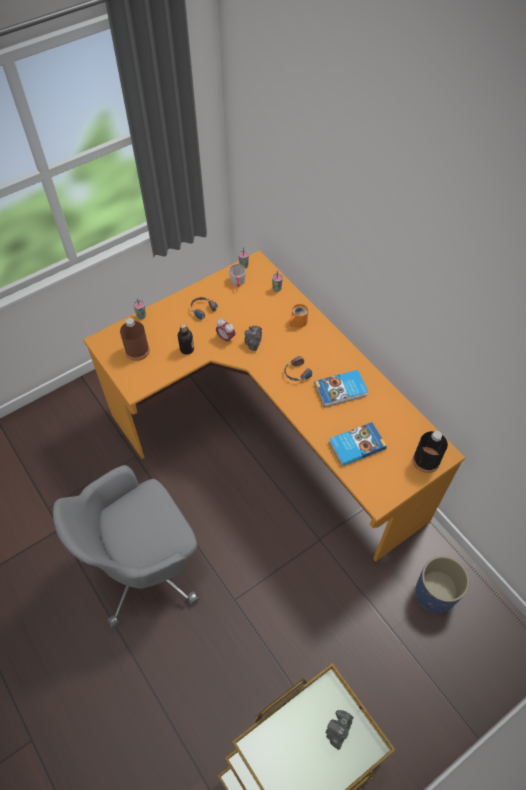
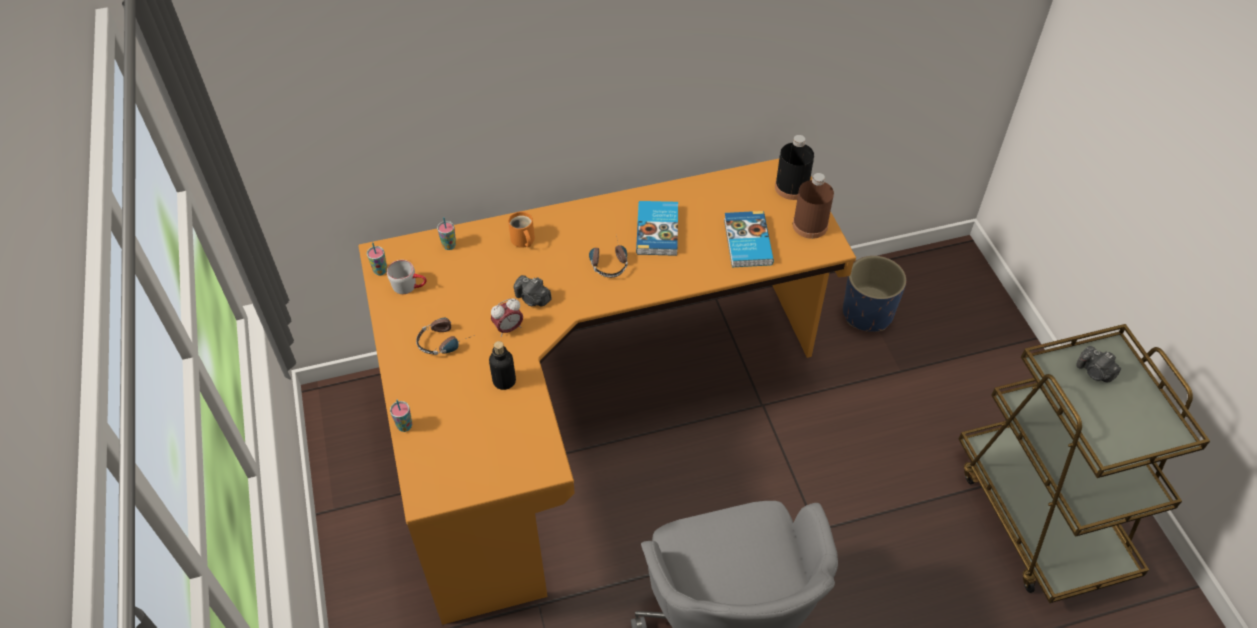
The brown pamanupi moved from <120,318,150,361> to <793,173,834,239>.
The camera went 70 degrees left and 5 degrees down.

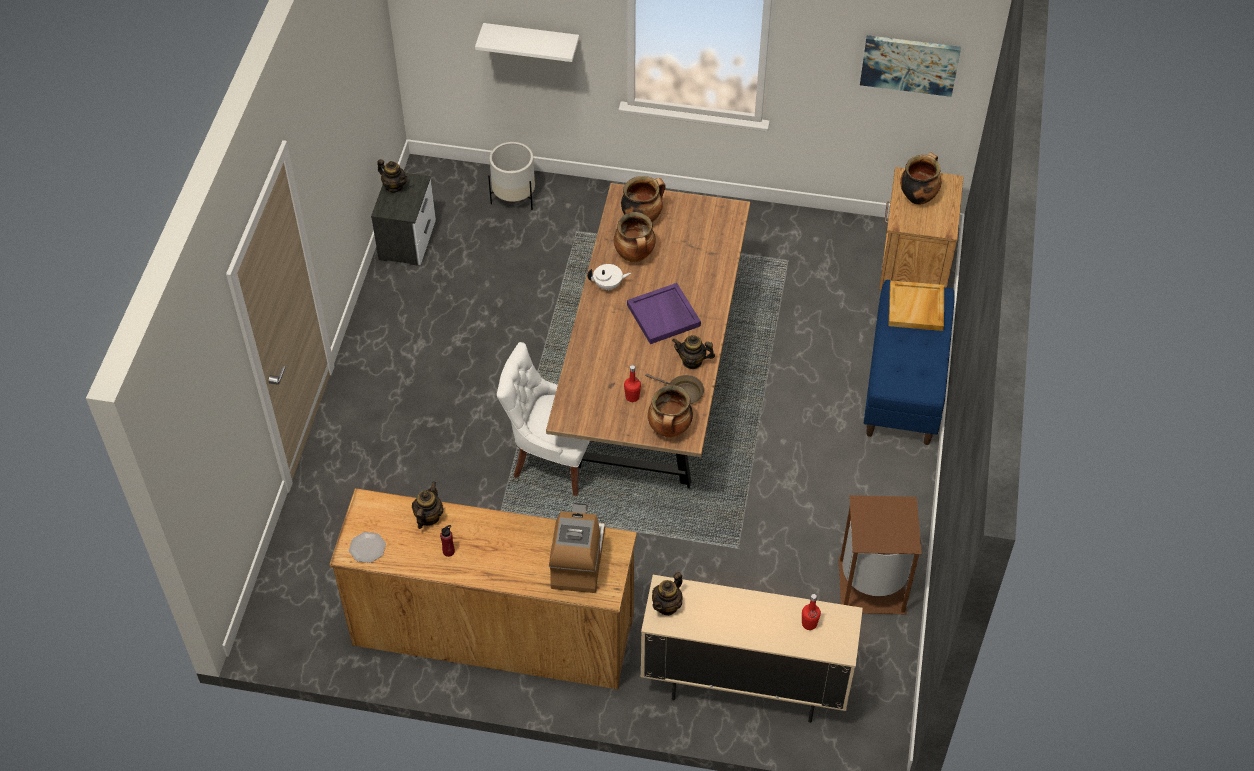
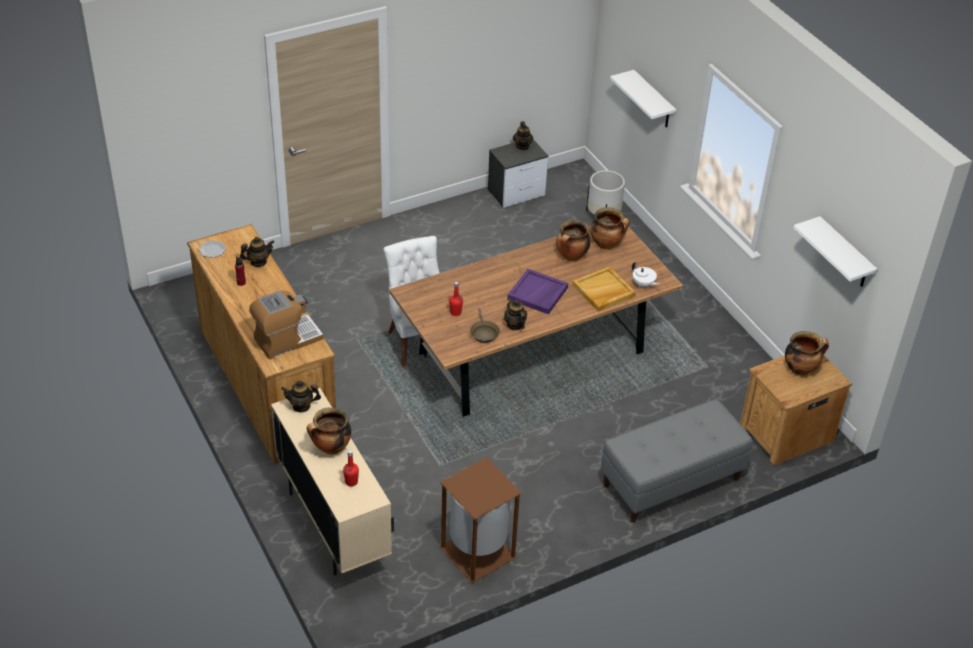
The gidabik moved from <648,385,693,437> to <307,408,351,455>.
The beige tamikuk moved from <889,280,944,331> to <572,266,636,312>.
The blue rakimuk at <864,280,954,445> became the grey rakimuk at <601,399,752,523>.
The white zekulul moved from <587,264,631,291> to <632,262,659,287>.
The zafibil at <860,35,961,97> was replaced by the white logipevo at <793,216,877,287>.
The camera went 50 degrees right and 10 degrees down.

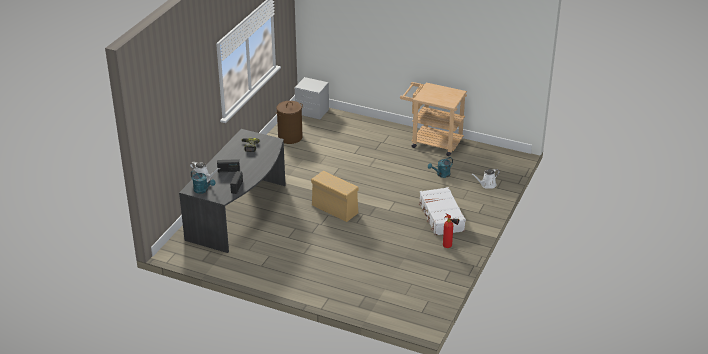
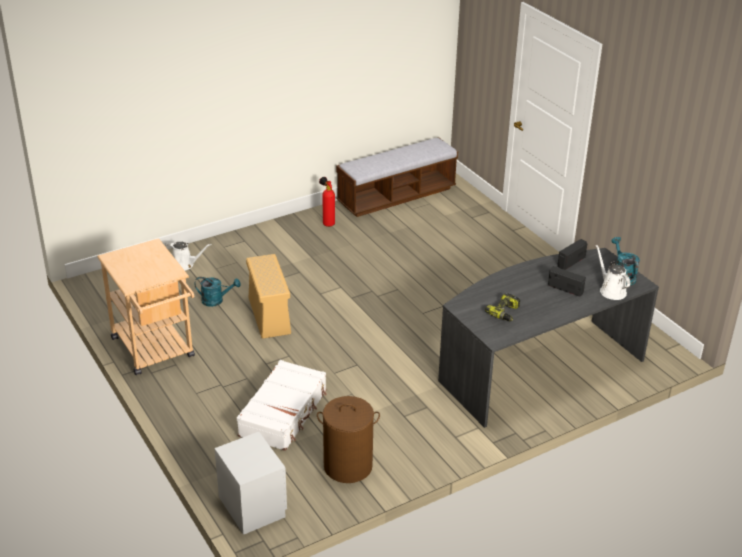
The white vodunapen moved from <419,187,466,236> to <237,360,327,451>.
The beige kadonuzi moved from <311,171,359,222> to <246,254,291,339>.
The rakimuk at <336,137,458,217> appeared.
The camera went 145 degrees left and 0 degrees up.

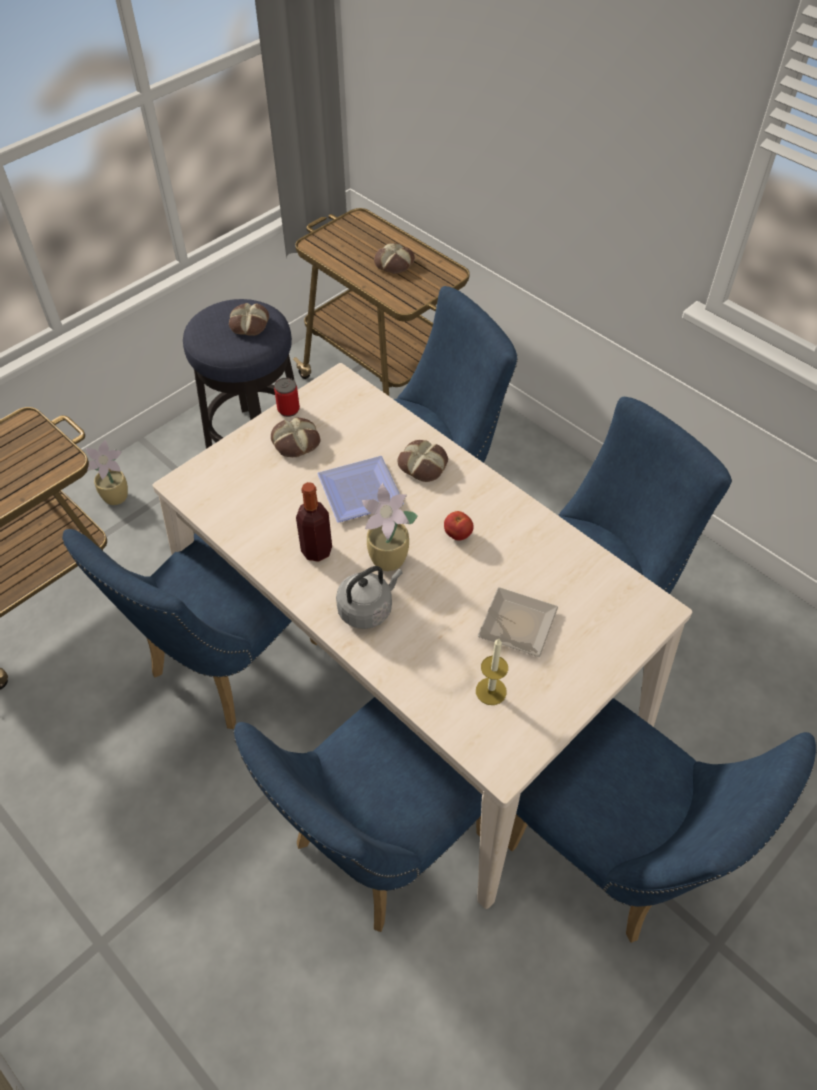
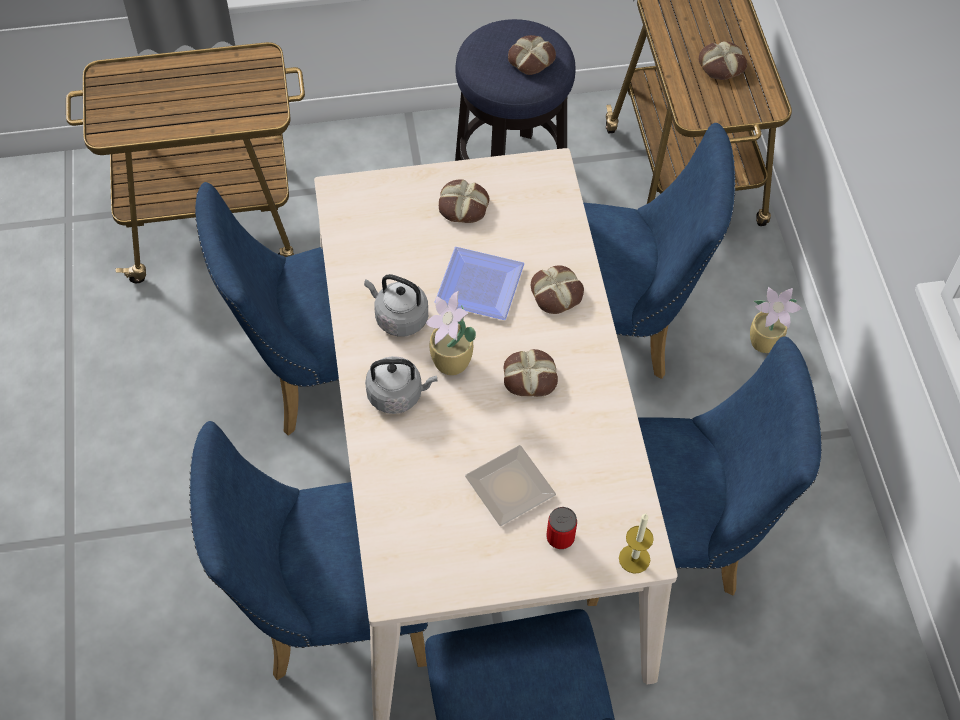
The pamanupi at <296,482,332,562> was replaced by the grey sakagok at <364,274,428,337>.
The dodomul at <444,511,474,541> was replaced by the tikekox at <504,349,558,397>.
The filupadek moved from <274,378,300,417> to <546,507,577,549>.
The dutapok moved from <476,639,508,705> to <619,514,654,574>.
The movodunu moved from <86,440,128,505> to <750,287,802,353>.
The camera went 35 degrees right and 5 degrees up.

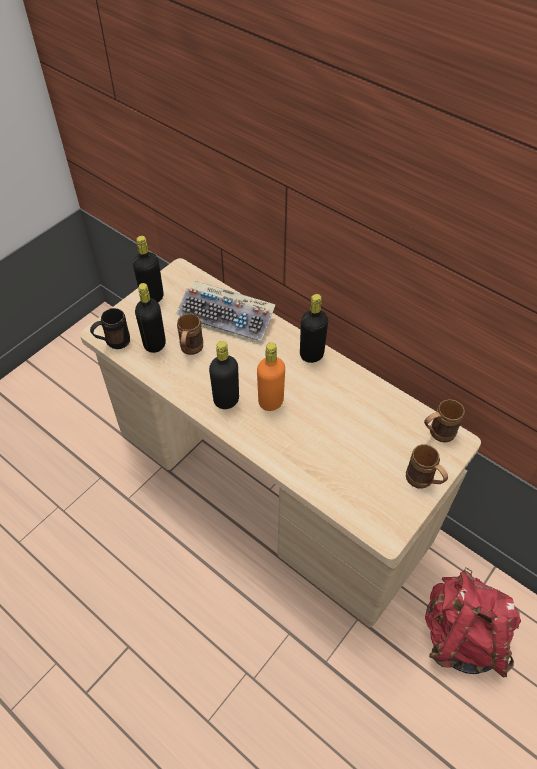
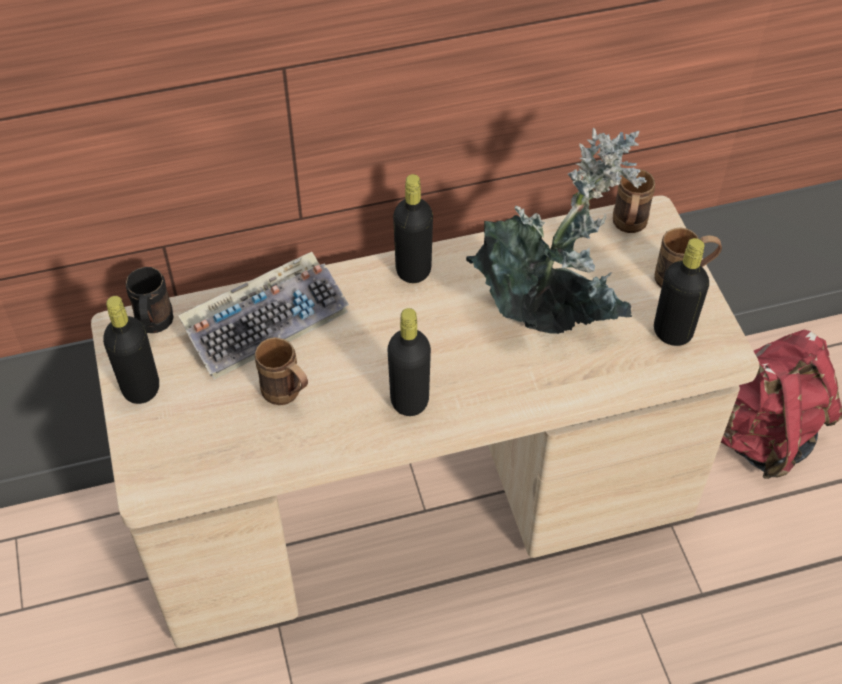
The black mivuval moved from <90,308,130,349> to <126,267,174,333>.
The movodunu at <466,128,647,334> appeared.
The black pamanupi moved from <135,283,166,353> to <654,238,709,346>.
The orange pamanupi at <257,342,285,411> disappeared.
The camera went 55 degrees left and 0 degrees up.

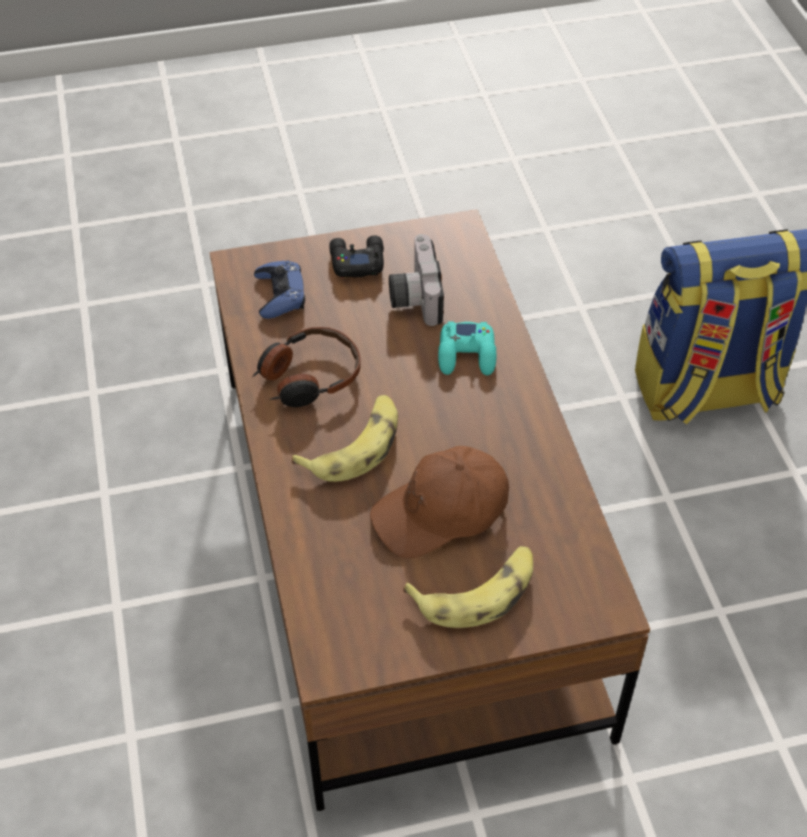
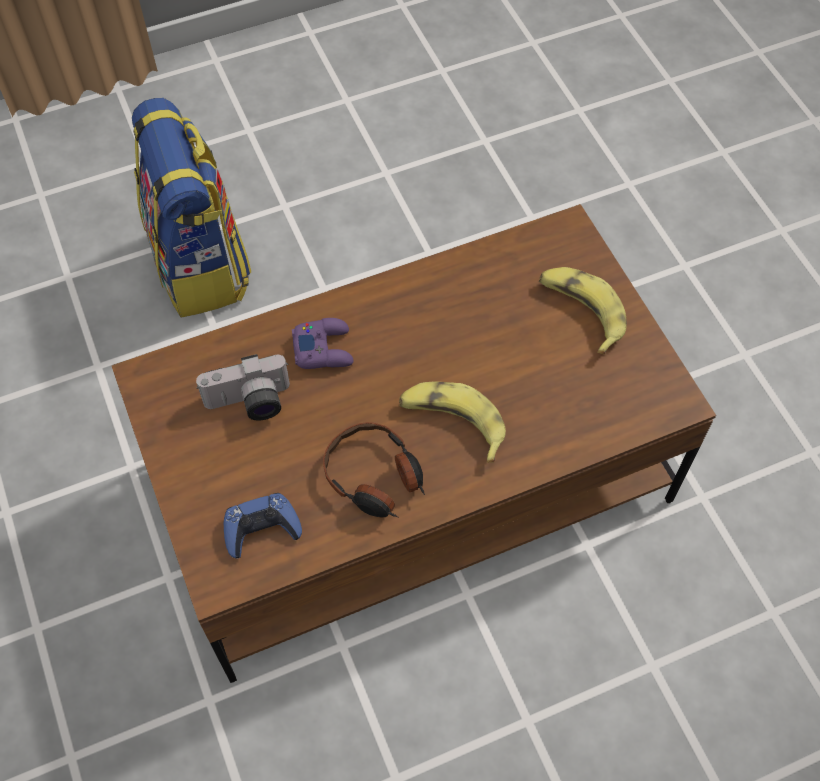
The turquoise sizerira at <438,321,496,375> became the purple sizerira at <292,318,354,369>.
The black sizerira at <329,235,384,278> disappeared.
The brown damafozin at <370,446,509,558> disappeared.
The camera went 100 degrees left and 10 degrees up.

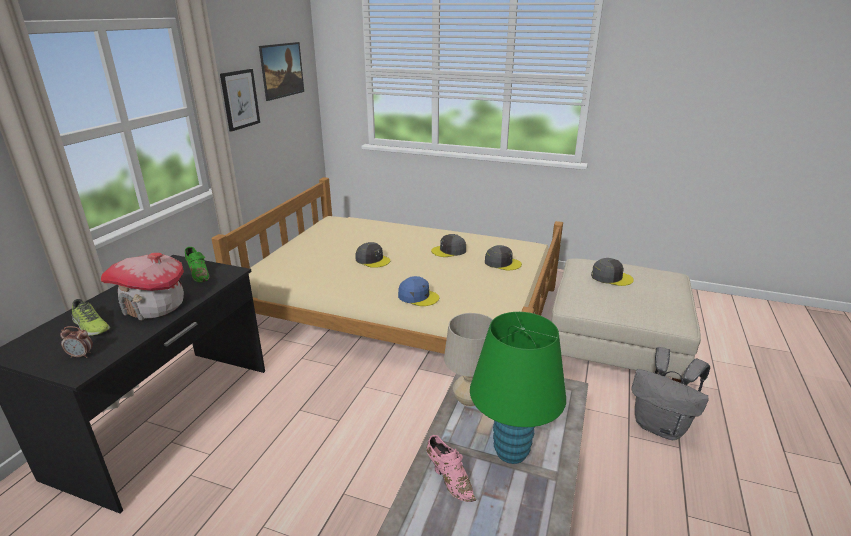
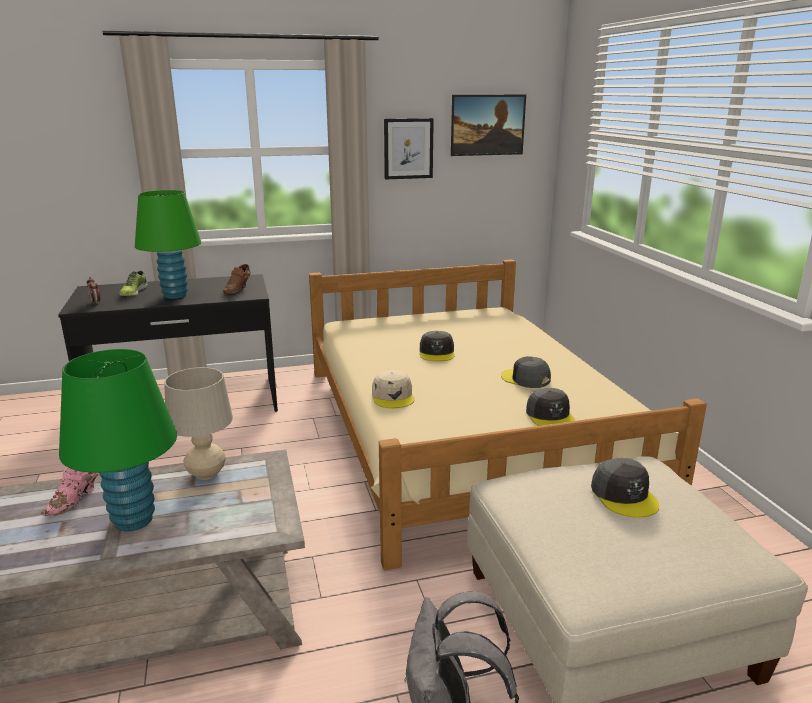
The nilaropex at <101,253,184,320> was replaced by the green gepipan at <135,190,201,299>.
The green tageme at <185,247,210,282> became the brown tageme at <223,264,251,294>.
The blue damafozin at <398,276,439,306> became the beige damafozin at <372,370,414,408>.
The camera went 55 degrees right and 5 degrees down.

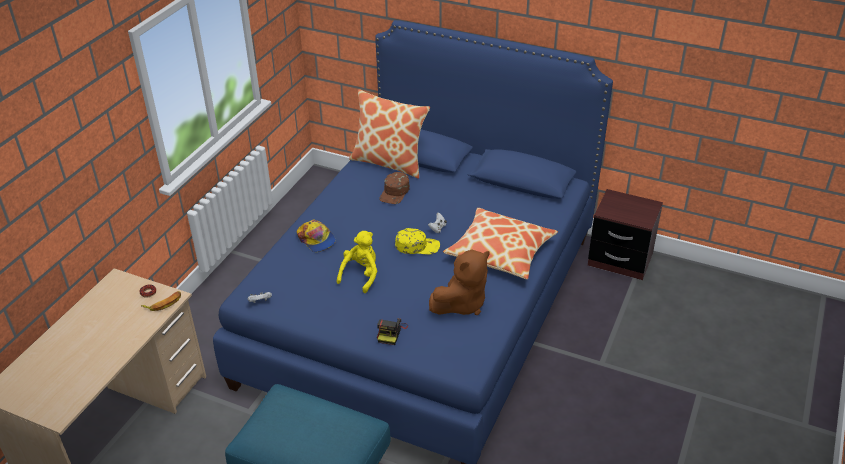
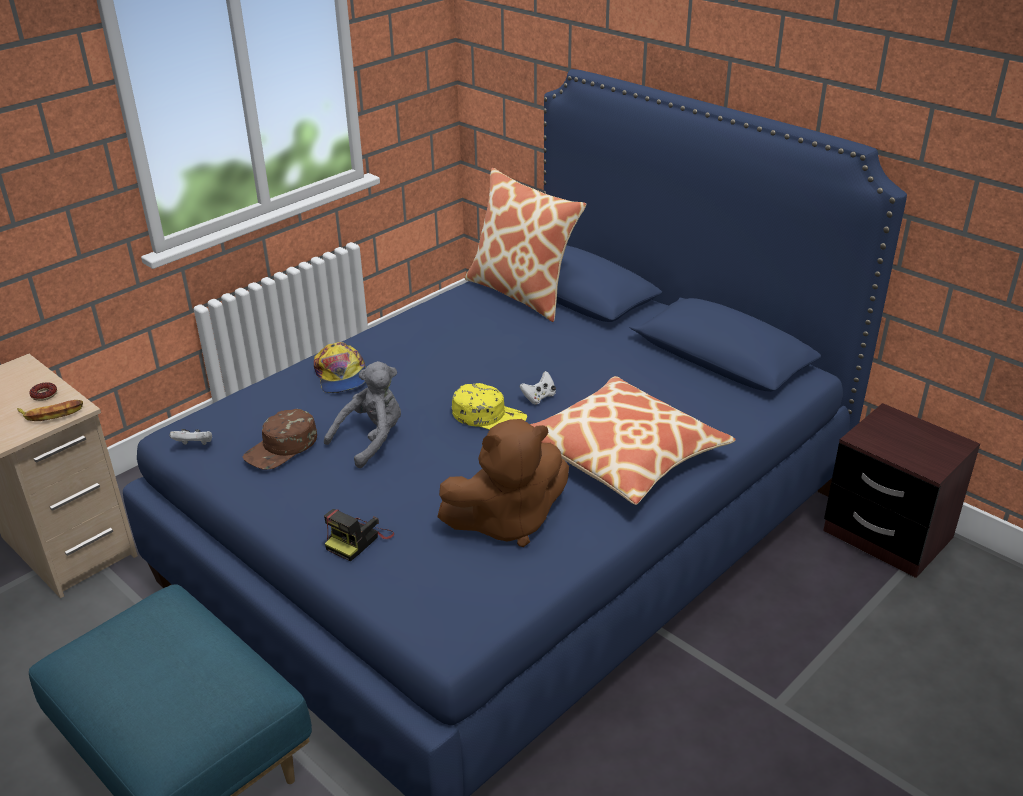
The brown damafozin moved from <379,172,410,204> to <243,409,317,470>.
The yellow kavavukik at <337,231,377,293> became the grey kavavukik at <324,361,401,468>.
The camera went 20 degrees right and 5 degrees down.

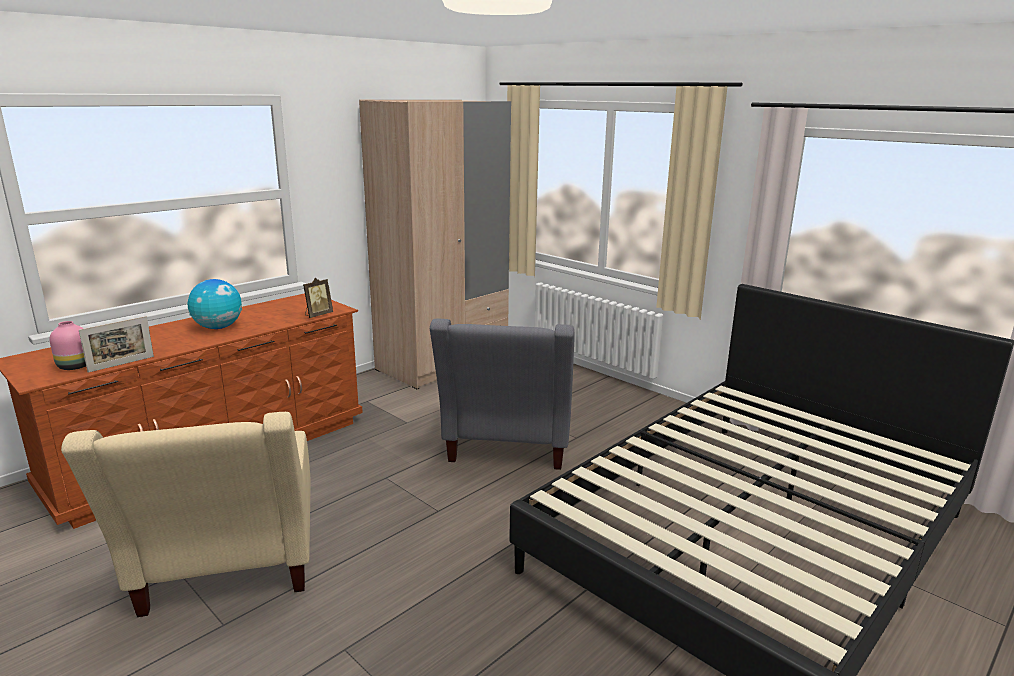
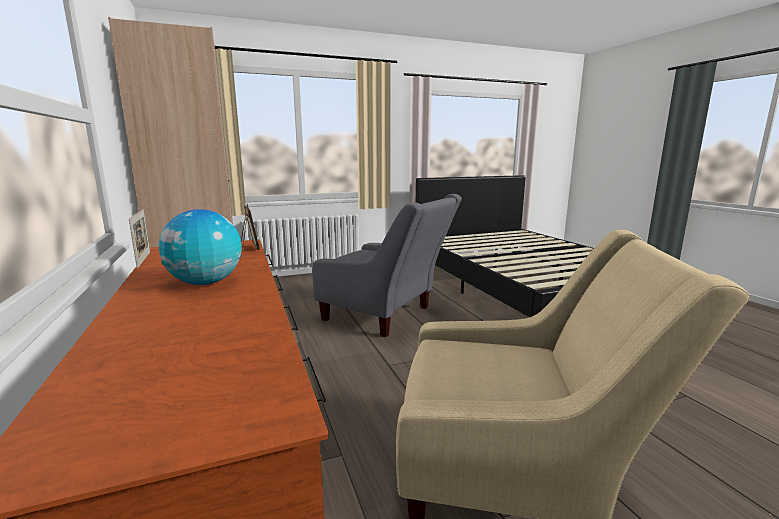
The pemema moved from <79,316,154,373> to <129,209,150,268>.
The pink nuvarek at <49,321,86,370> disappeared.
The camera went 65 degrees left and 5 degrees down.

